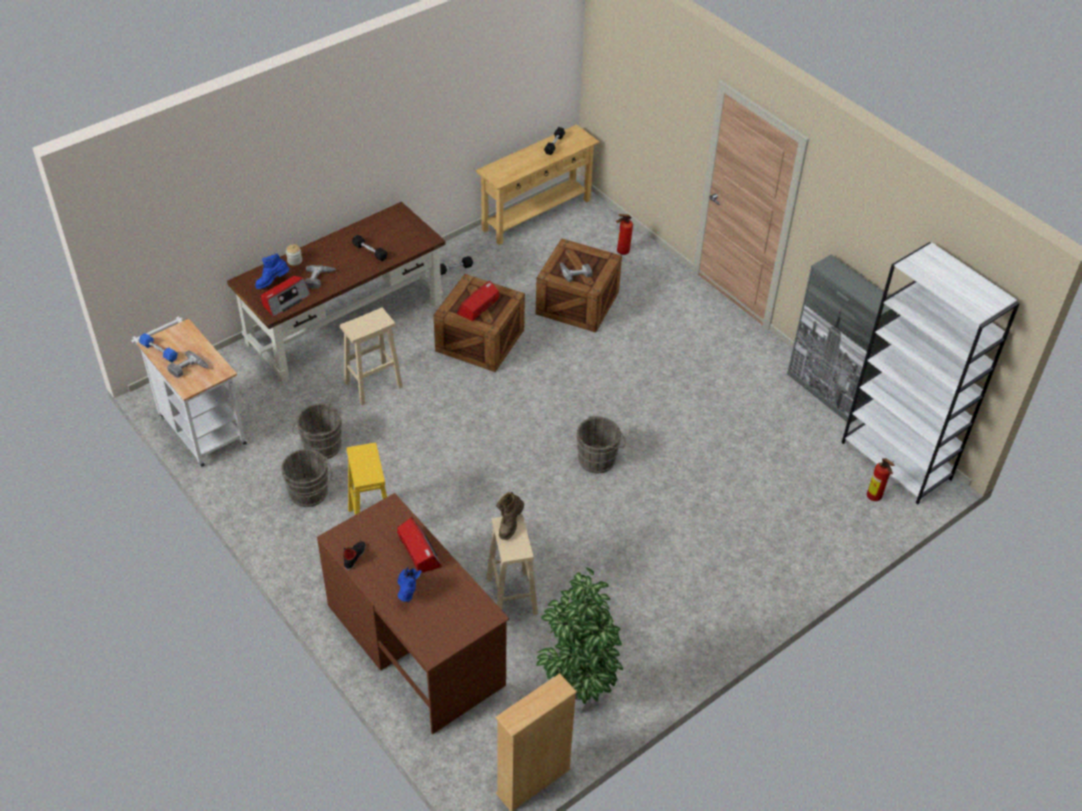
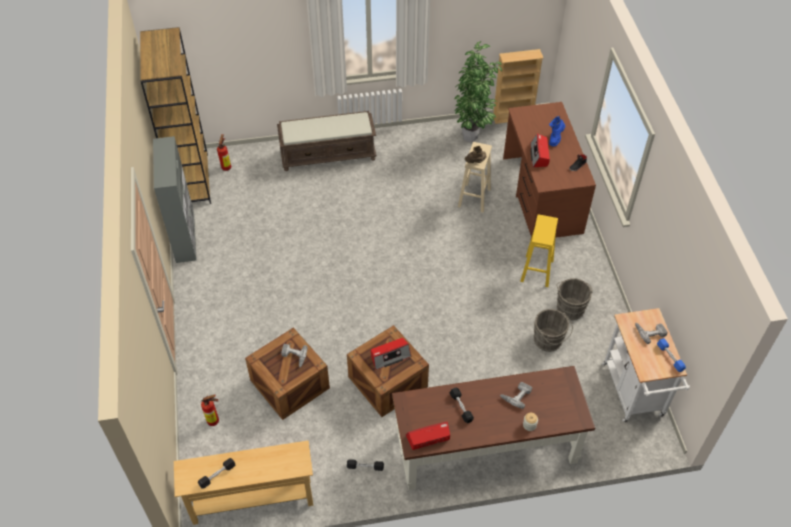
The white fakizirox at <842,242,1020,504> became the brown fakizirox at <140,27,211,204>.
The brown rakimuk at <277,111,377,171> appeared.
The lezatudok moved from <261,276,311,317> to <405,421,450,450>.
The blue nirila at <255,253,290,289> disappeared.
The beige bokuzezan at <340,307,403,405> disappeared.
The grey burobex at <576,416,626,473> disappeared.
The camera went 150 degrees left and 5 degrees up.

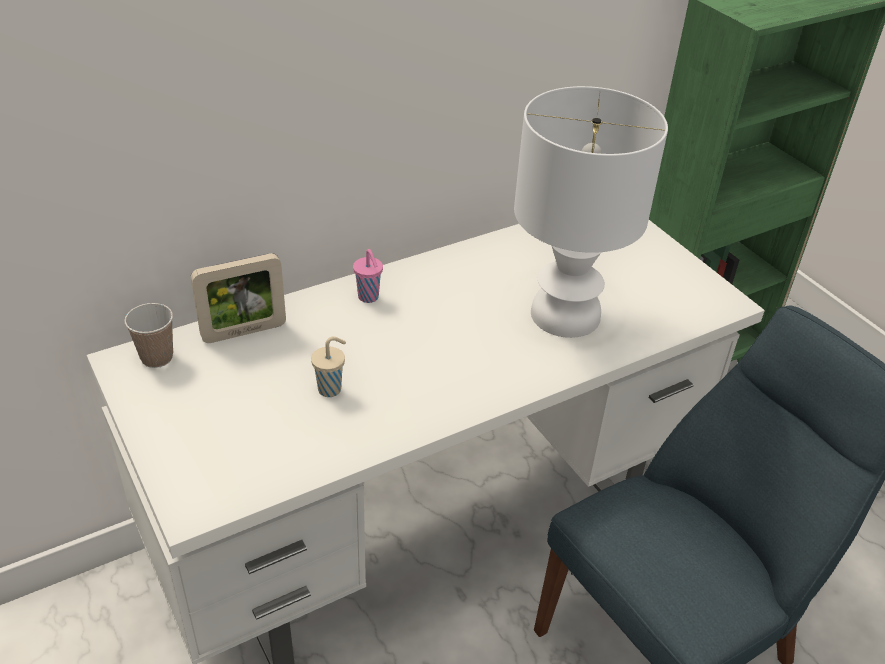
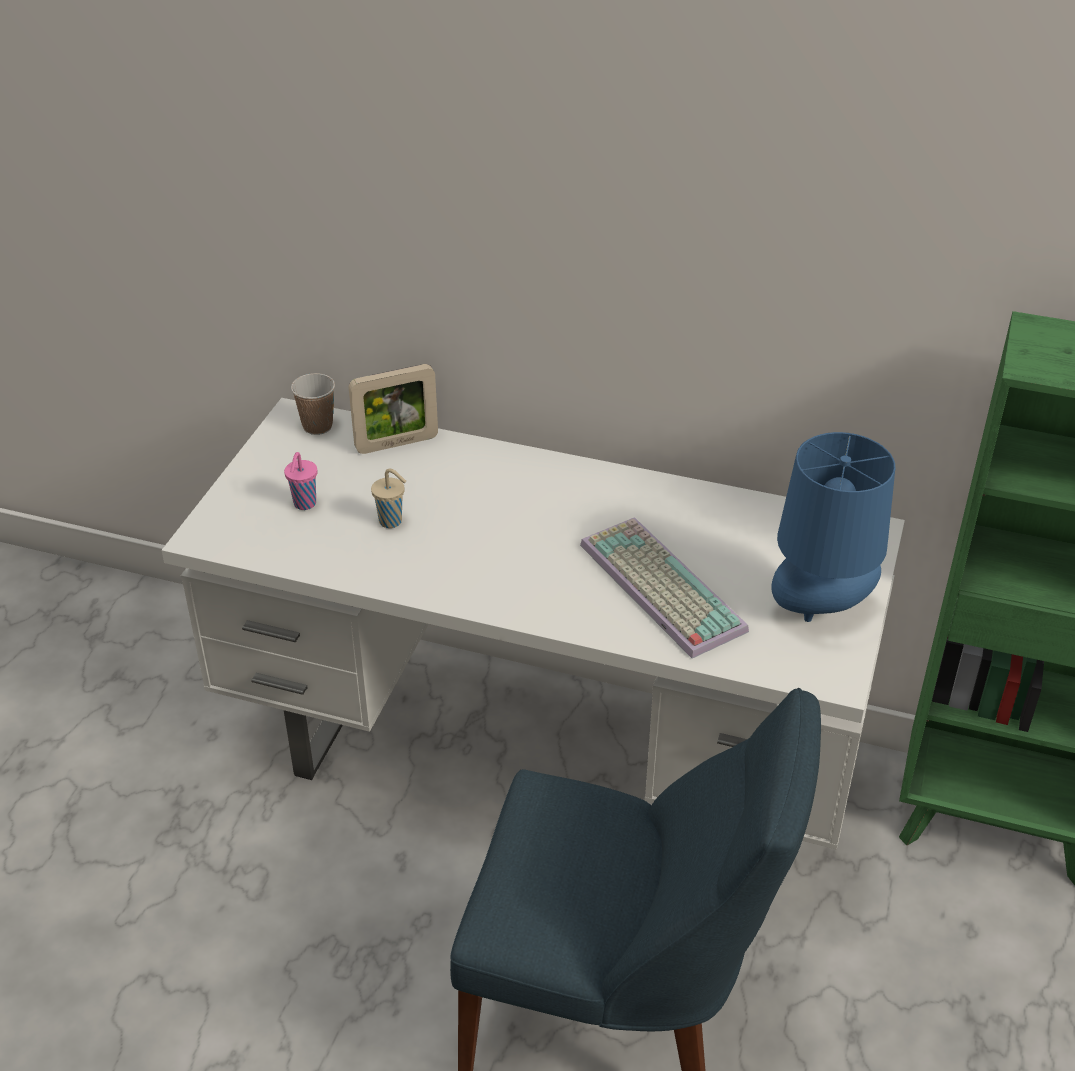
The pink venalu moved from <353,249,383,303> to <284,452,317,510>.
The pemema at <191,253,286,343> turned 45 degrees counterclockwise.
The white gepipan at <514,86,668,338> was replaced by the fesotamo at <580,517,749,659>.
The blue gepipan at <772,432,895,622> appeared.
The camera went 50 degrees right and 0 degrees up.

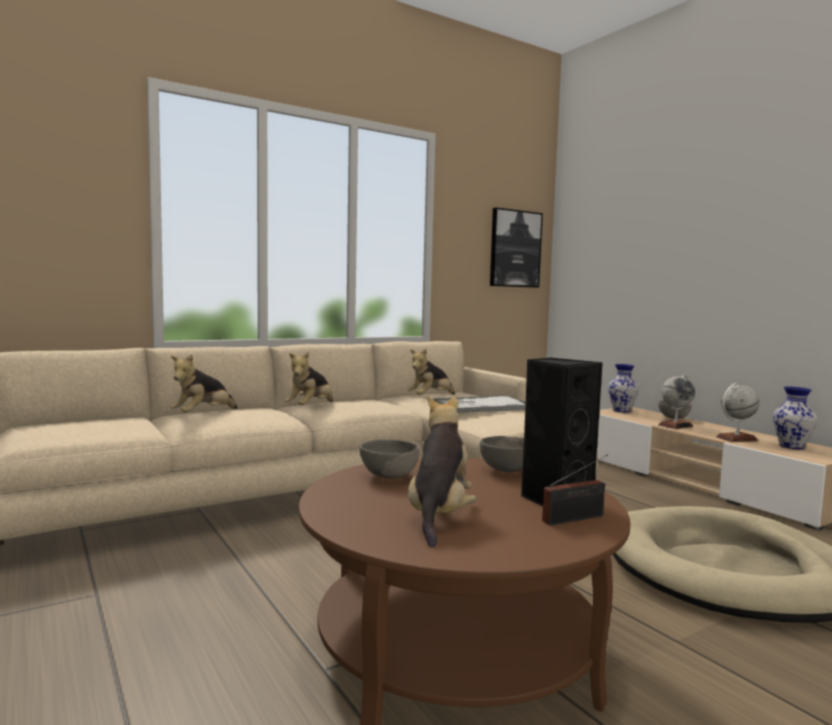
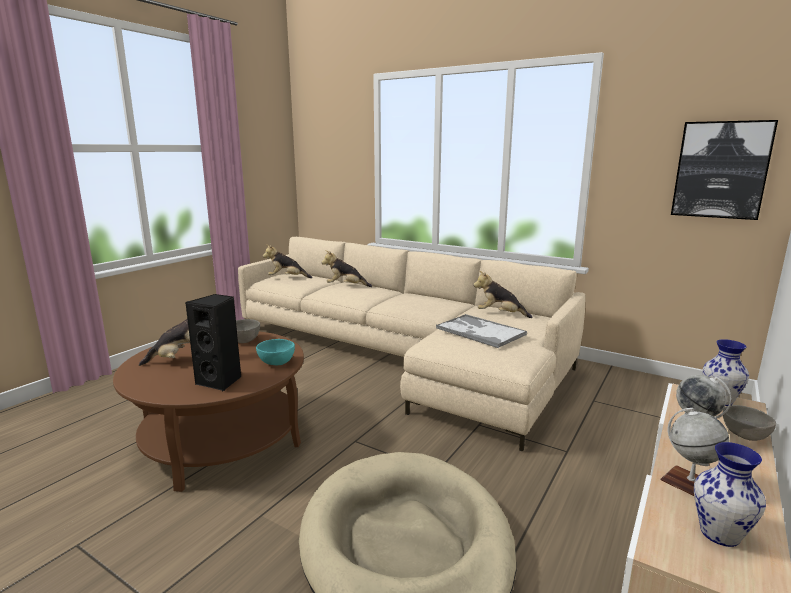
The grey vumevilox at <480,436,524,472> became the turquoise vumevilox at <256,339,295,365>.
The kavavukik moved from <284,352,333,405> to <263,244,312,278>.
The lezatudok at <542,455,608,525> disappeared.
The camera went 65 degrees right and 10 degrees up.

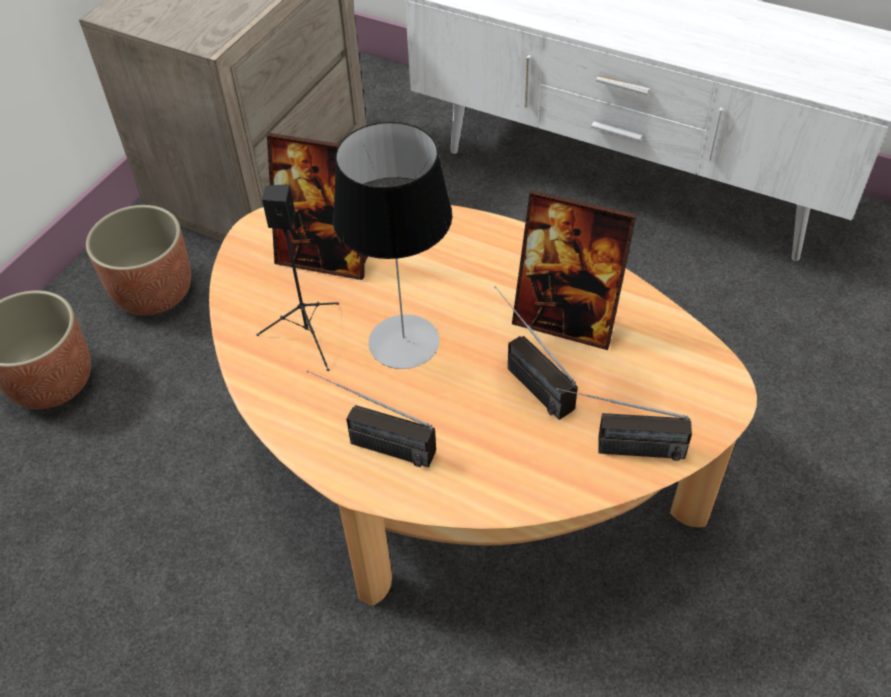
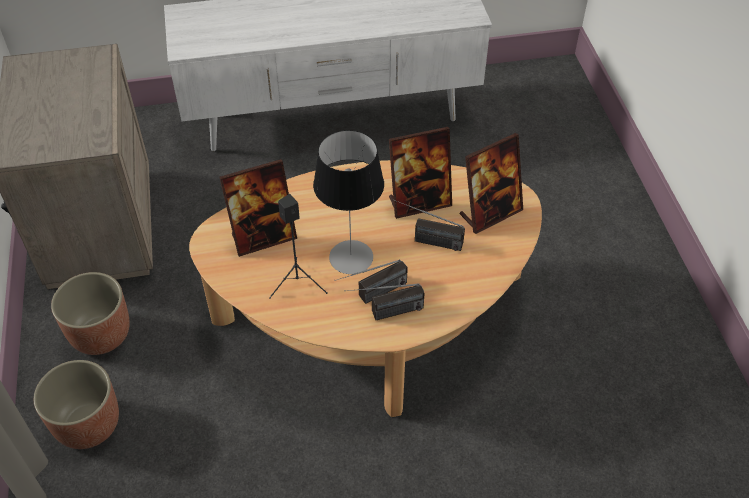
The lezatudok moved from <556,388,692,461> to <334,260,408,304>.
The pemema at <459,133,523,234> appeared.
The camera went 40 degrees left and 0 degrees up.

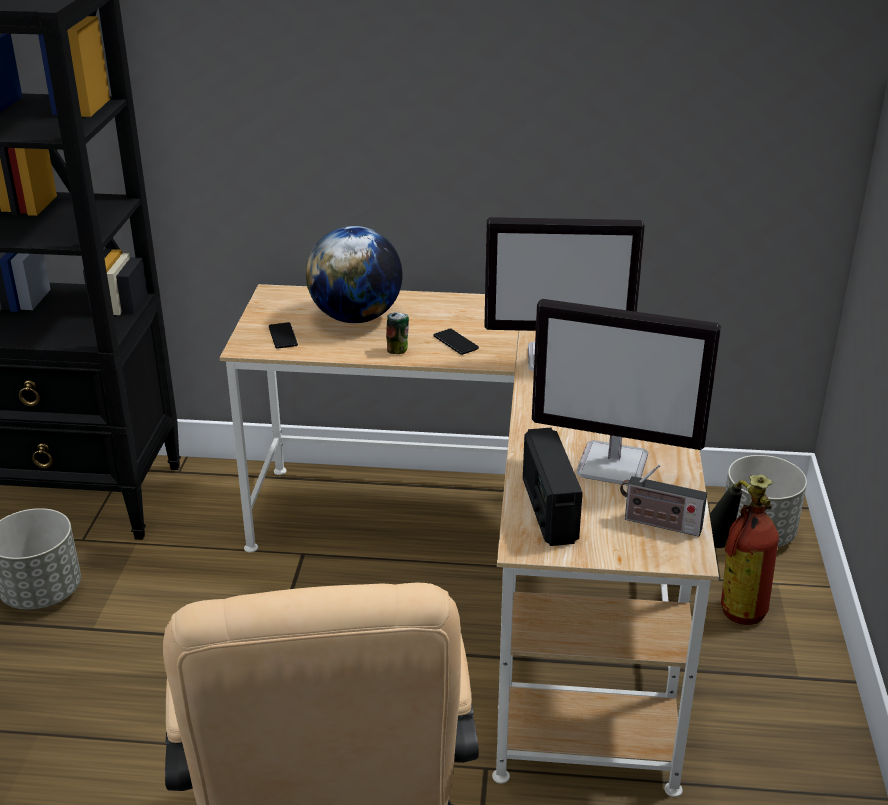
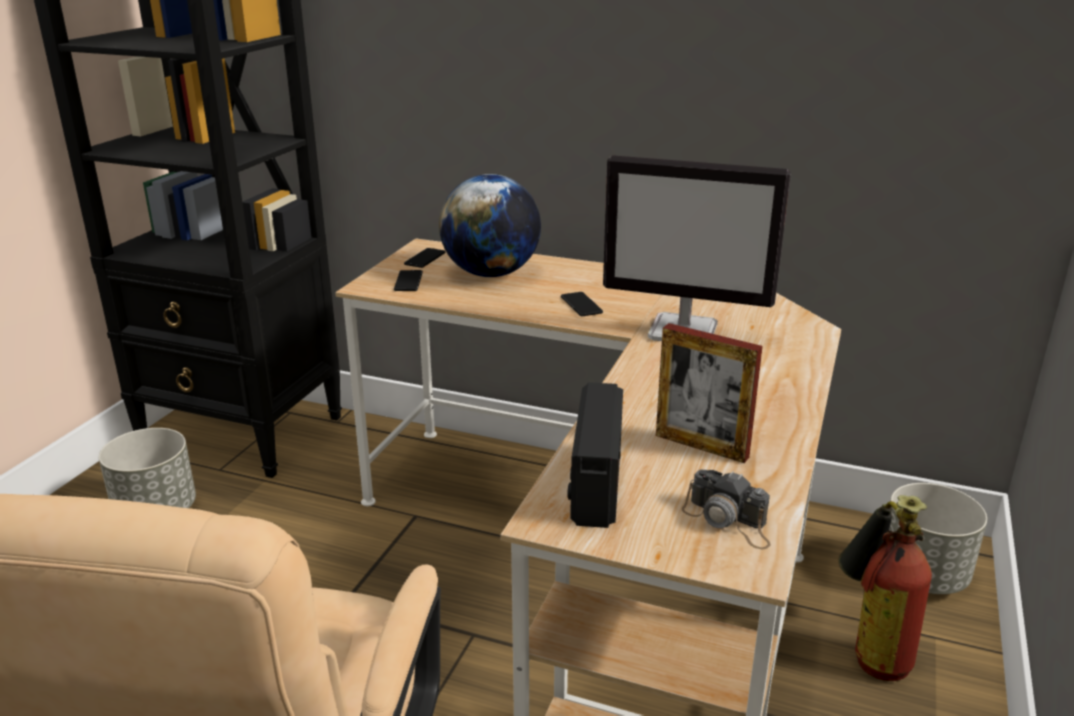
The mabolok at <404,248,445,268> appeared.
The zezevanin at <532,299,721,486> was replaced by the pemema at <656,323,763,463>.
The lezatudok at <620,464,707,537> was replaced by the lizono at <681,470,771,549>.
The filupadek at <386,312,409,354> disappeared.
The camera went 15 degrees right and 5 degrees down.

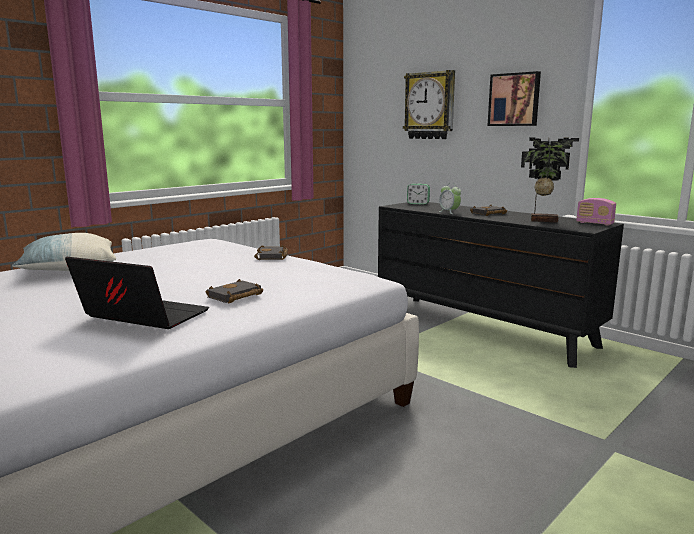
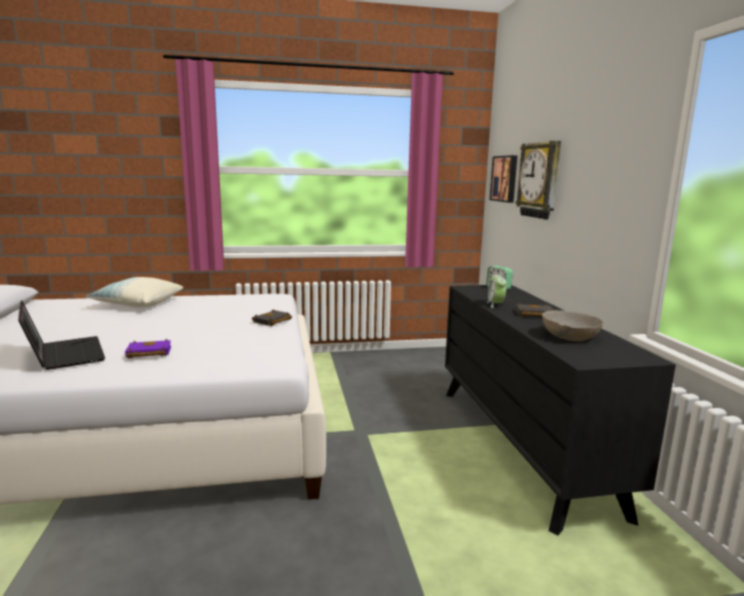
The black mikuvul at <206,279,263,303> became the purple mikuvul at <125,339,171,358>.
The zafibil moved from <488,71,541,126> to <490,155,517,203>.
The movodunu at <521,137,579,223> was replaced by the grey vumevilox at <542,310,604,341>.
The lezatudok at <576,198,616,225> disappeared.
The camera went 35 degrees right and 0 degrees up.

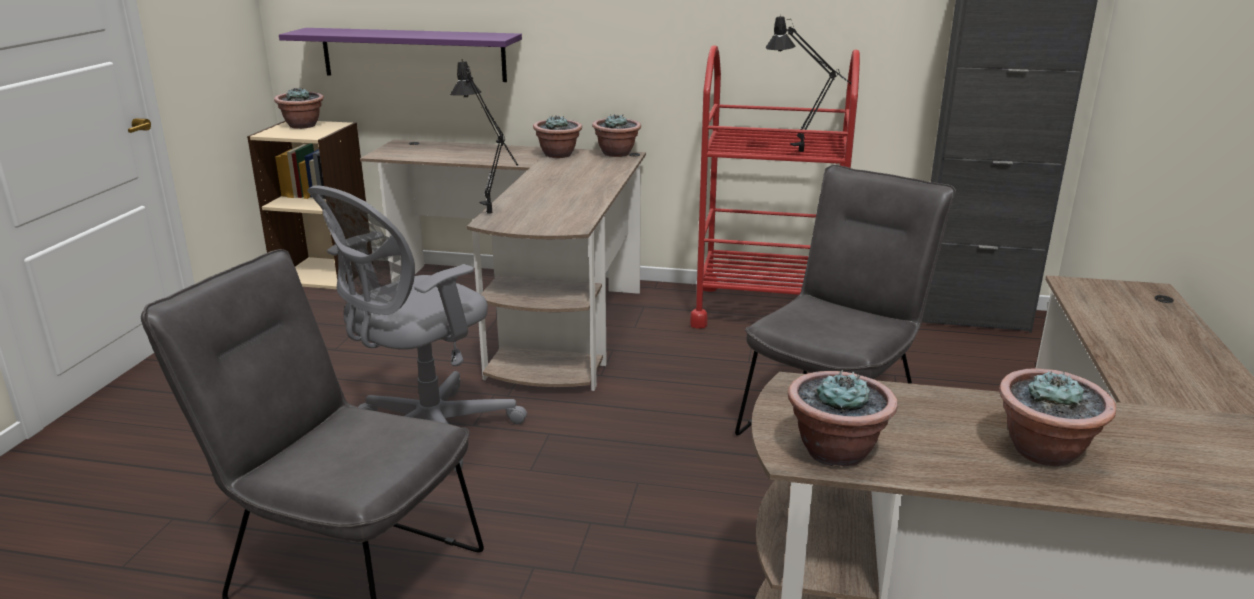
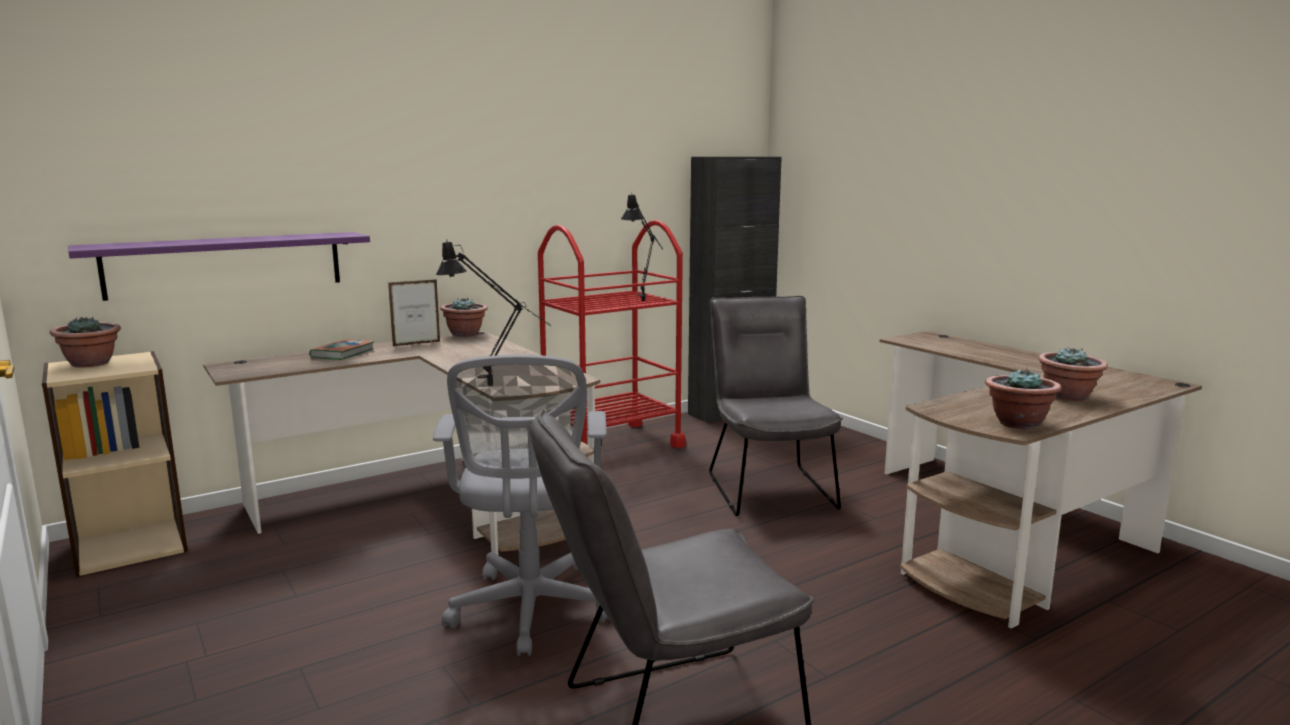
The mikuvul at <309,339,374,360> appeared.
The movodunu at <533,115,582,158> was replaced by the pemema at <388,279,441,346>.
The camera went 45 degrees left and 10 degrees down.

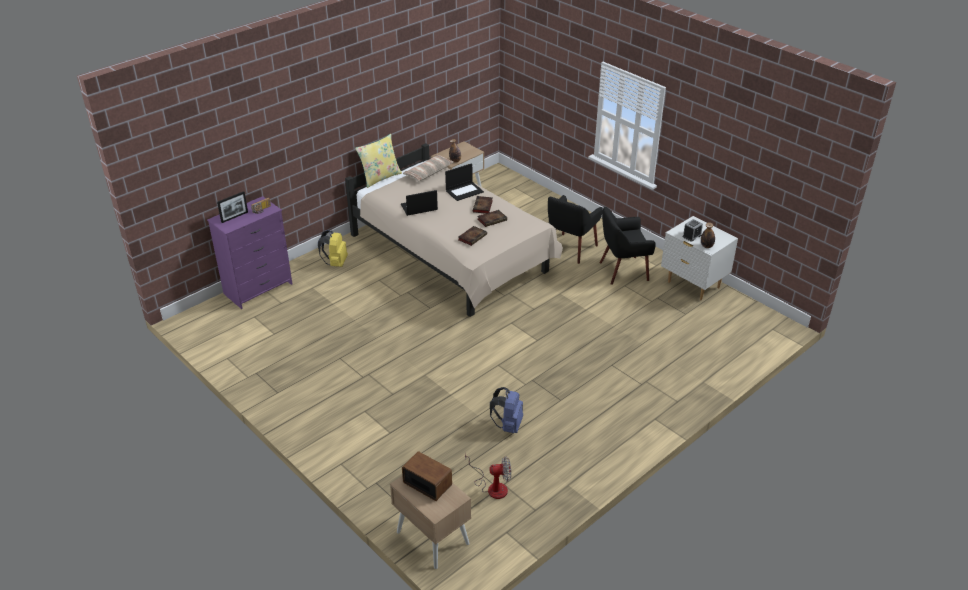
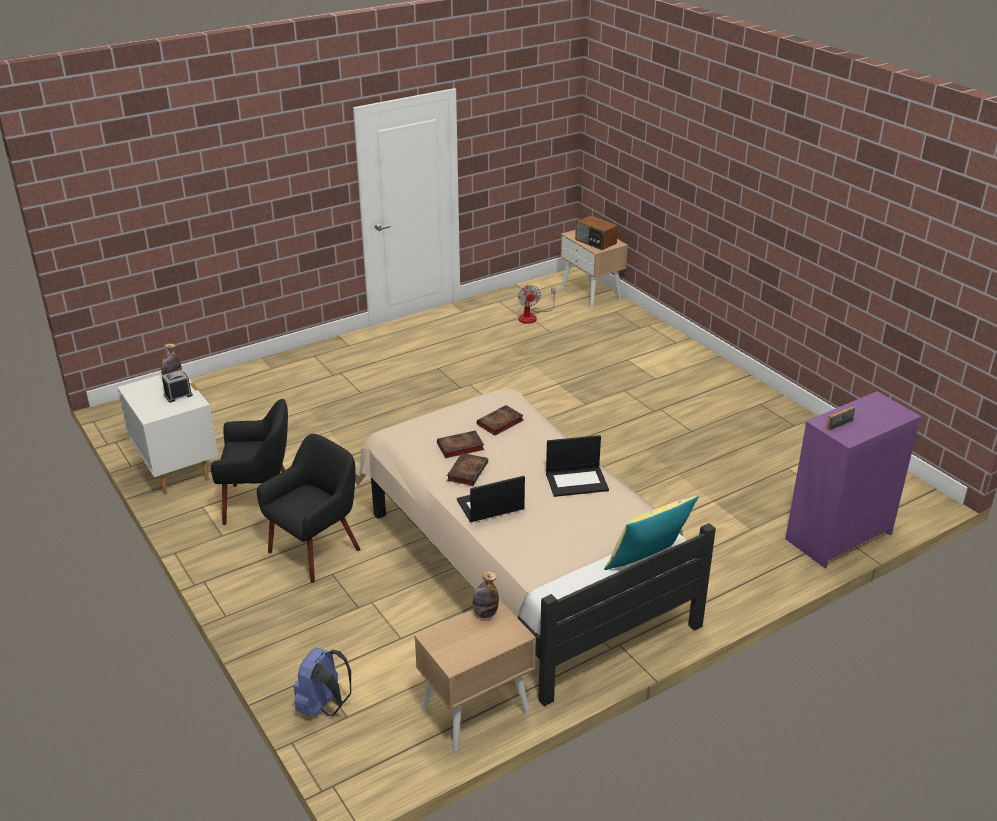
The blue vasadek moved from <490,387,523,433> to <294,648,351,716>.
The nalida at <465,454,511,499> turned 105 degrees counterclockwise.
The pemema at <217,191,248,223> disappeared.
The yellow vasadek at <318,230,348,267> disappeared.
The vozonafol at <403,154,454,182> disappeared.
The camera went 170 degrees left and 5 degrees down.

